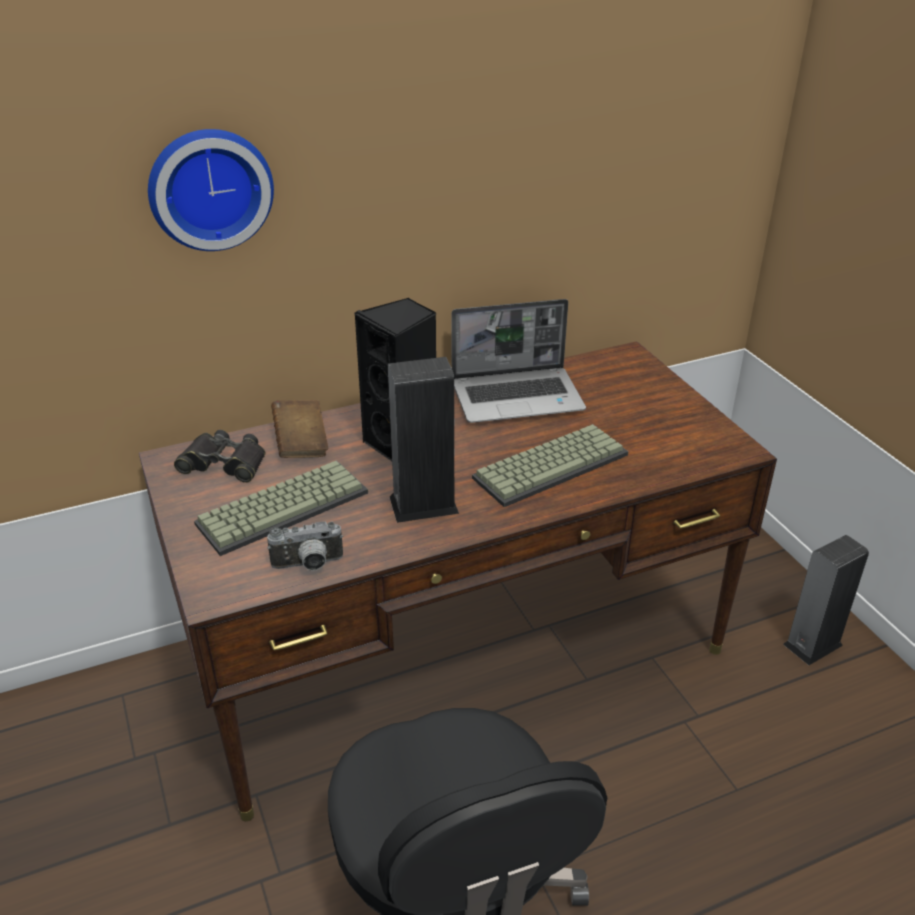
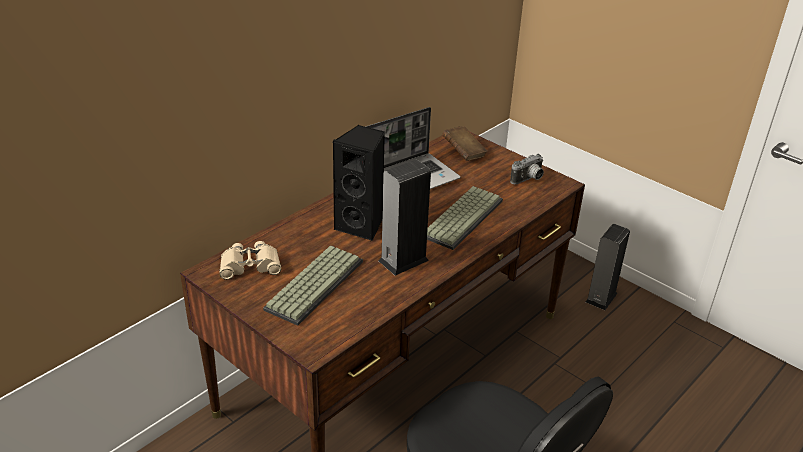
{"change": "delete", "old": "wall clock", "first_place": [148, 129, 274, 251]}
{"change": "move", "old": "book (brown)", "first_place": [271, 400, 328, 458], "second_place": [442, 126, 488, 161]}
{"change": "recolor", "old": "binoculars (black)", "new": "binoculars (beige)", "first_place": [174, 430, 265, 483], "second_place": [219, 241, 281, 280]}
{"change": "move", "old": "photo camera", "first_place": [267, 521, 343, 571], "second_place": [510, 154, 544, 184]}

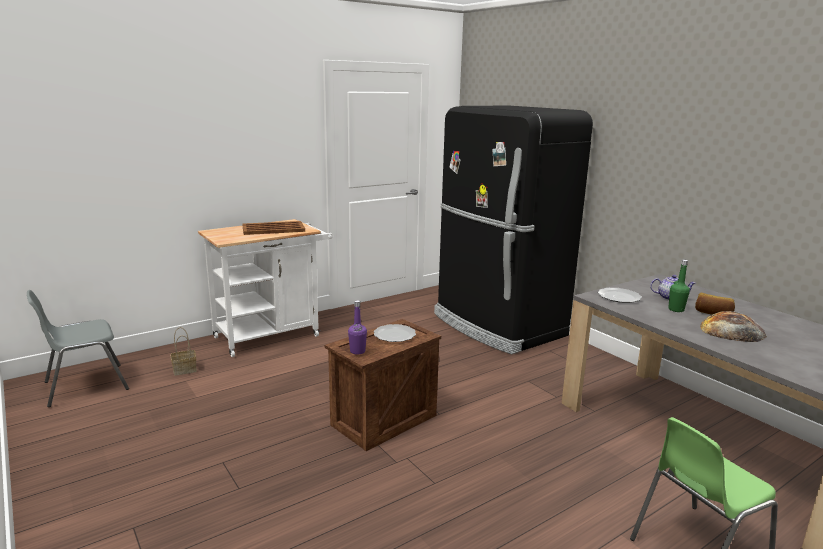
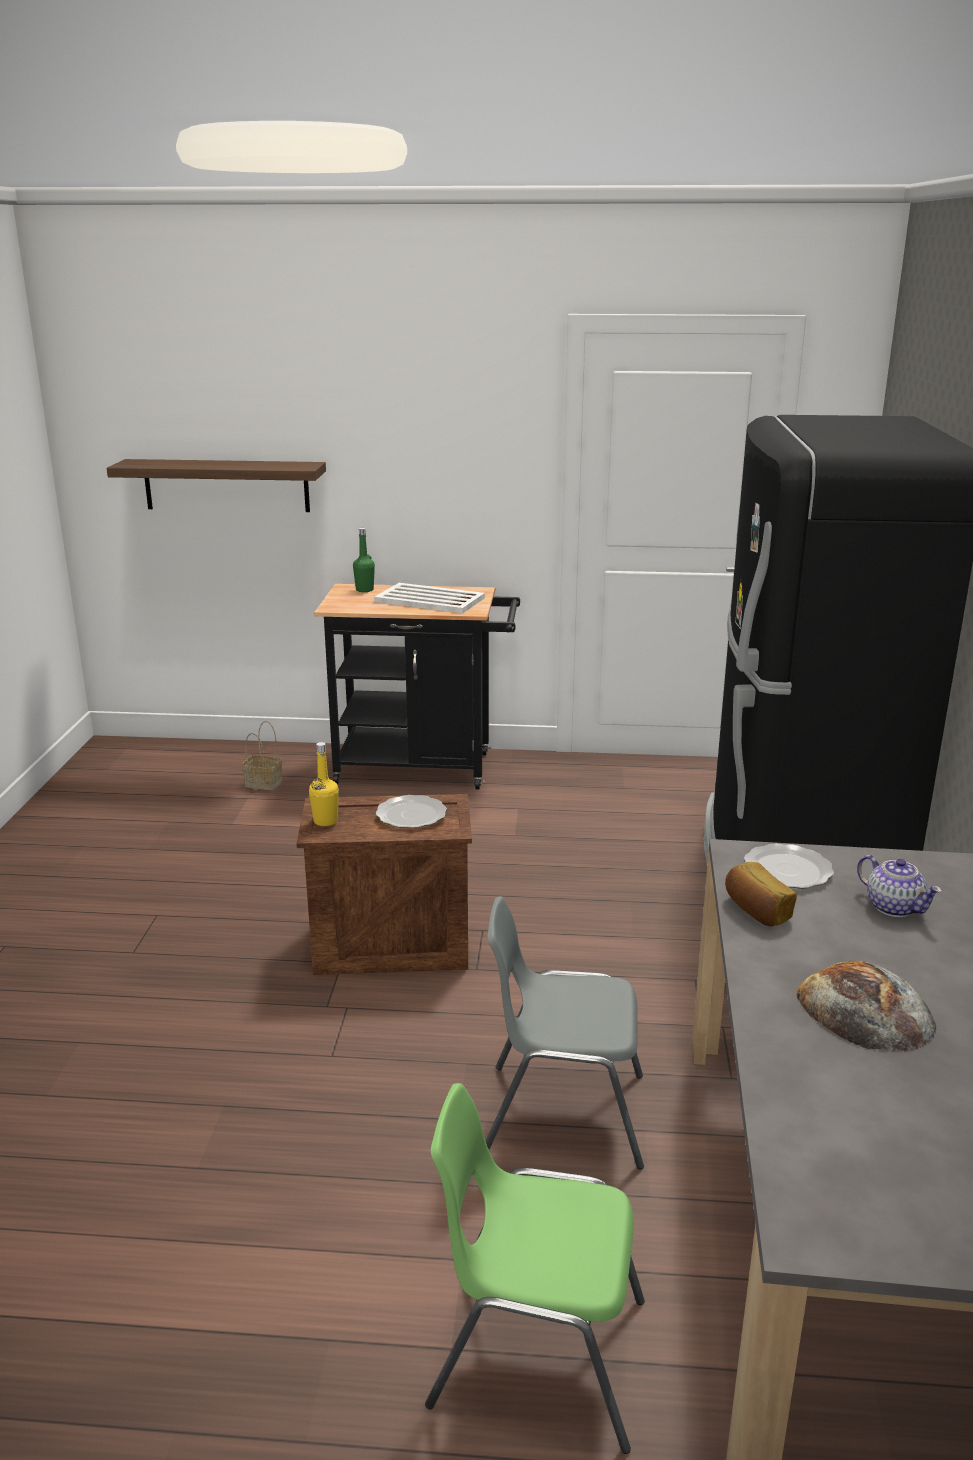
{"change": "recolor", "old": "cart (white)", "new": "cart (black)", "first_place": [198, 219, 333, 357], "second_place": [314, 584, 520, 789]}
{"change": "recolor", "old": "tray (brown)", "new": "tray (white)", "first_place": [242, 221, 305, 235], "second_place": [374, 583, 485, 613]}
{"change": "move", "old": "bottle (green)", "first_place": [668, 259, 690, 312], "second_place": [353, 528, 375, 592]}
{"change": "move", "old": "chair (grey)", "first_place": [27, 290, 129, 407], "second_place": [486, 896, 644, 1169]}
{"change": "move", "old": "bread", "first_place": [695, 293, 735, 315], "second_place": [725, 862, 797, 926]}
{"change": "recolor", "old": "bottle (purple)", "new": "bottle (yellow)", "first_place": [348, 300, 367, 355], "second_place": [309, 742, 339, 826]}
{"change": "insert", "new": "shelf", "second_place": [107, 459, 326, 512]}

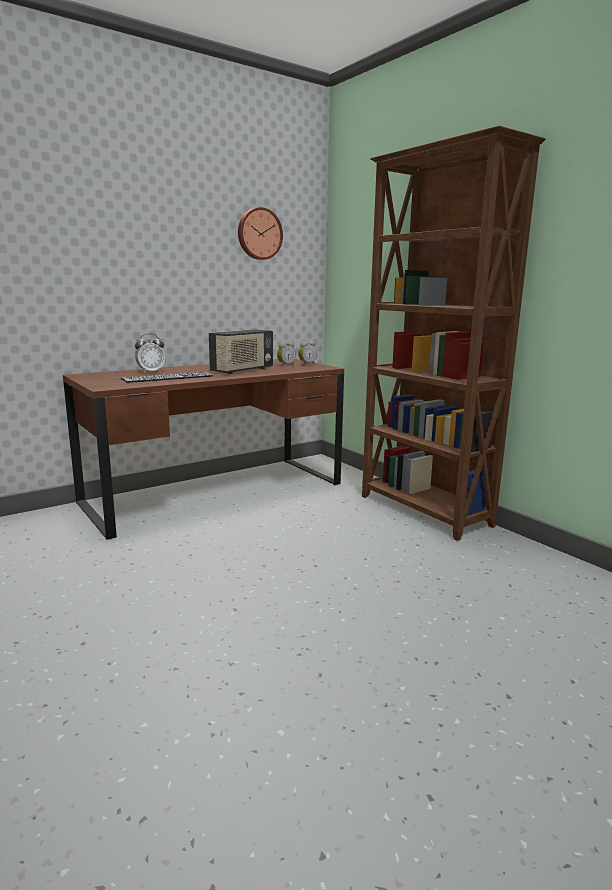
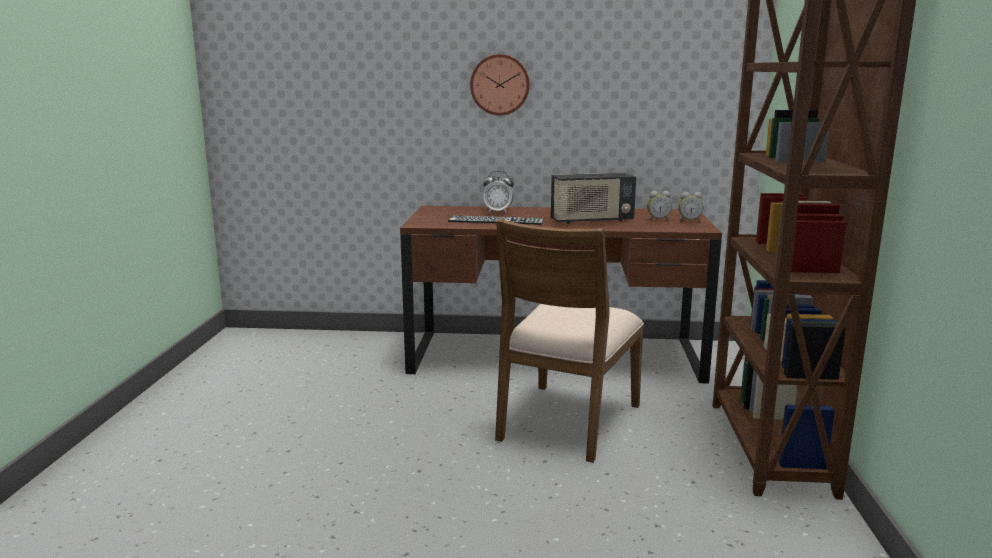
{"change": "move", "old": "wall clock", "first_place": [238, 207, 283, 260], "second_place": [470, 54, 530, 116]}
{"change": "insert", "new": "chair (brown)", "second_place": [495, 219, 644, 463]}

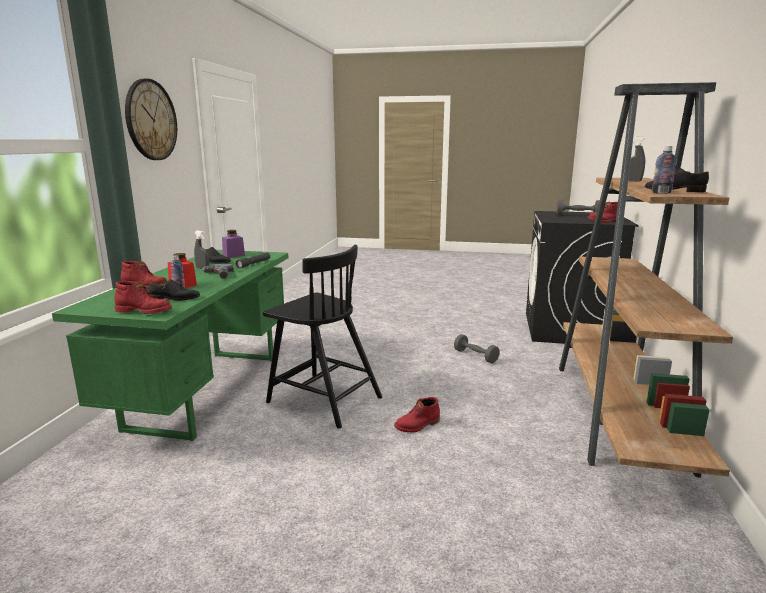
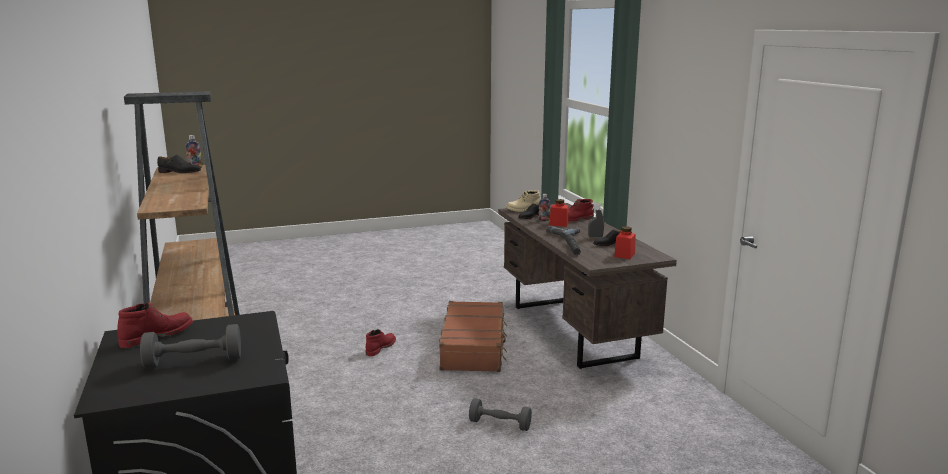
{"change": "delete", "old": "wall clock", "first_place": [125, 79, 177, 160]}
{"change": "delete", "old": "spray bottle (grey)", "first_place": [628, 136, 645, 182]}
{"change": "recolor", "old": "jar (purple)", "new": "jar (red)", "first_place": [222, 230, 245, 258], "second_place": [614, 226, 636, 259]}
{"change": "replace", "old": "chair (black)", "new": "suitcase (brown)", "first_place": [263, 245, 382, 429], "second_place": [439, 301, 507, 372]}
{"change": "recolor", "old": "desk (green)", "new": "desk (brown)", "first_place": [52, 250, 288, 441], "second_place": [498, 203, 677, 369]}
{"change": "recolor", "old": "boot (red)", "new": "boot (beige)", "first_place": [114, 281, 172, 314], "second_place": [506, 190, 541, 212]}
{"change": "move", "old": "dumbbell (grey)", "first_place": [454, 334, 500, 363], "second_place": [469, 398, 532, 431]}

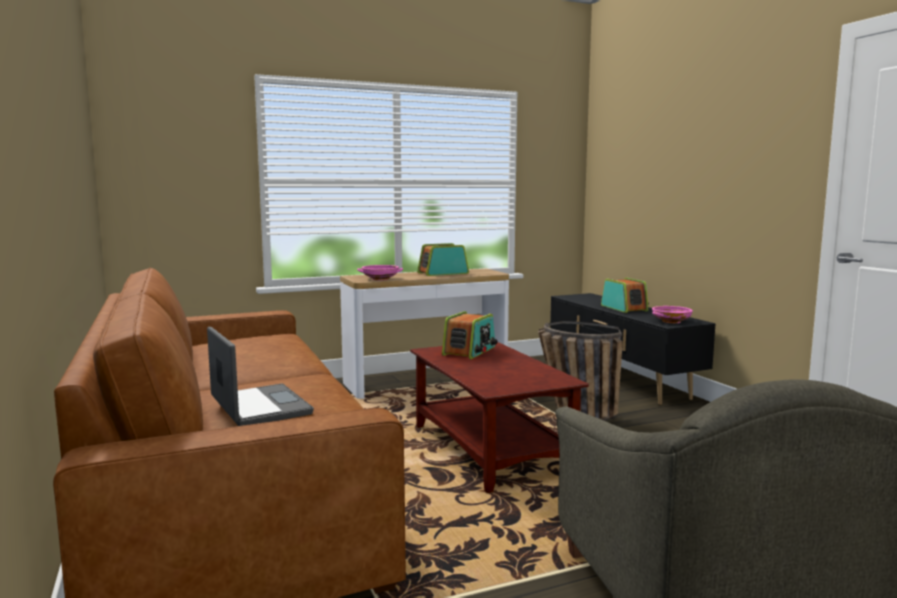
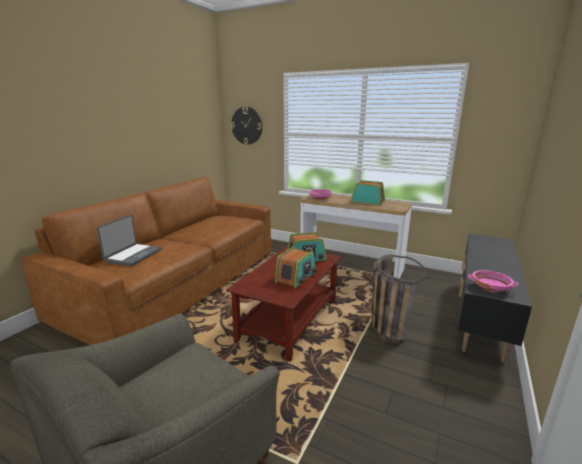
{"change": "move", "old": "radio", "first_place": [601, 278, 649, 313], "second_place": [275, 247, 317, 289]}
{"change": "insert", "new": "wall clock", "second_place": [231, 107, 262, 145]}

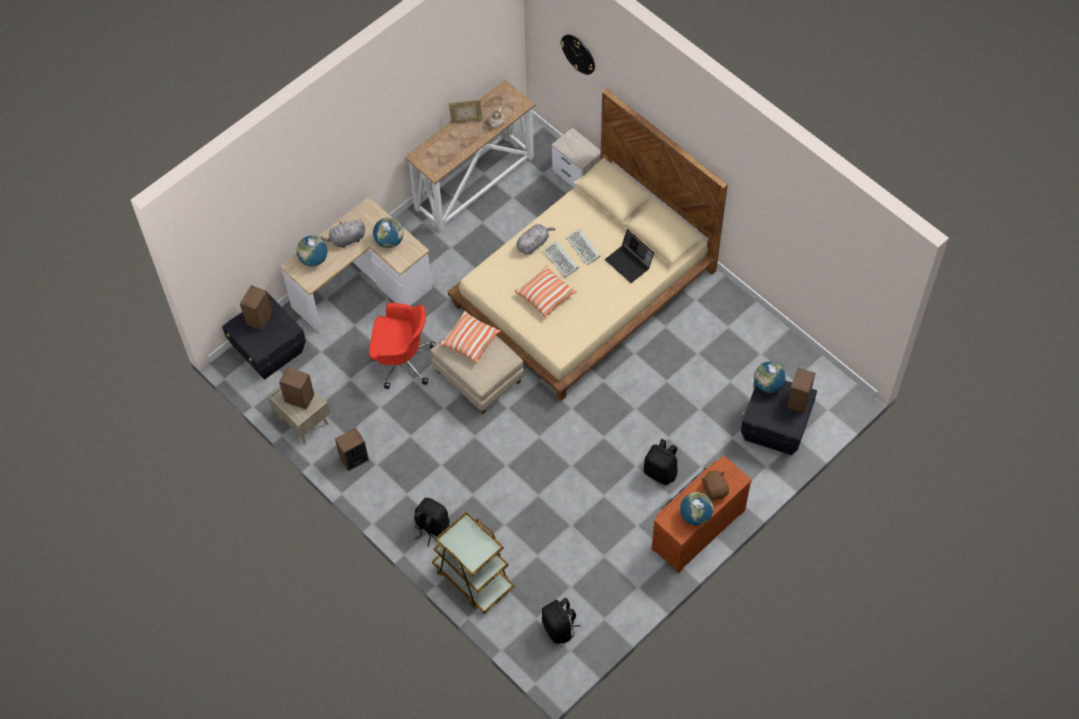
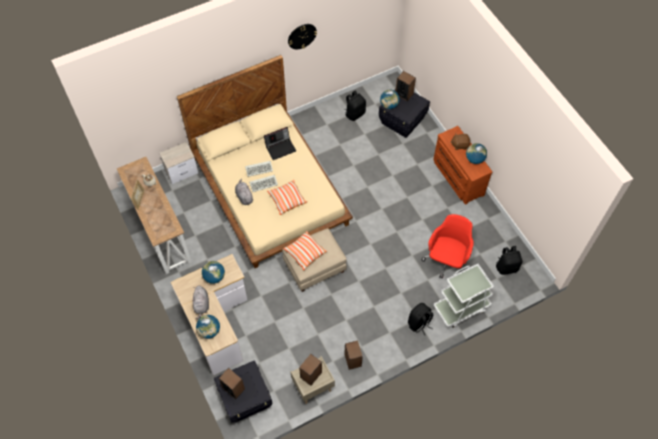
{"change": "move", "old": "wall clock", "first_place": [560, 34, 595, 75], "second_place": [288, 24, 317, 49]}
{"change": "move", "old": "office chair (red)", "first_place": [369, 303, 436, 389], "second_place": [421, 214, 474, 278]}
{"change": "move", "old": "backpack (black)", "first_place": [643, 439, 678, 485], "second_place": [344, 91, 366, 121]}
{"change": "recolor", "old": "cart (brown)", "new": "cart (white)", "first_place": [432, 512, 514, 614], "second_place": [434, 264, 494, 328]}

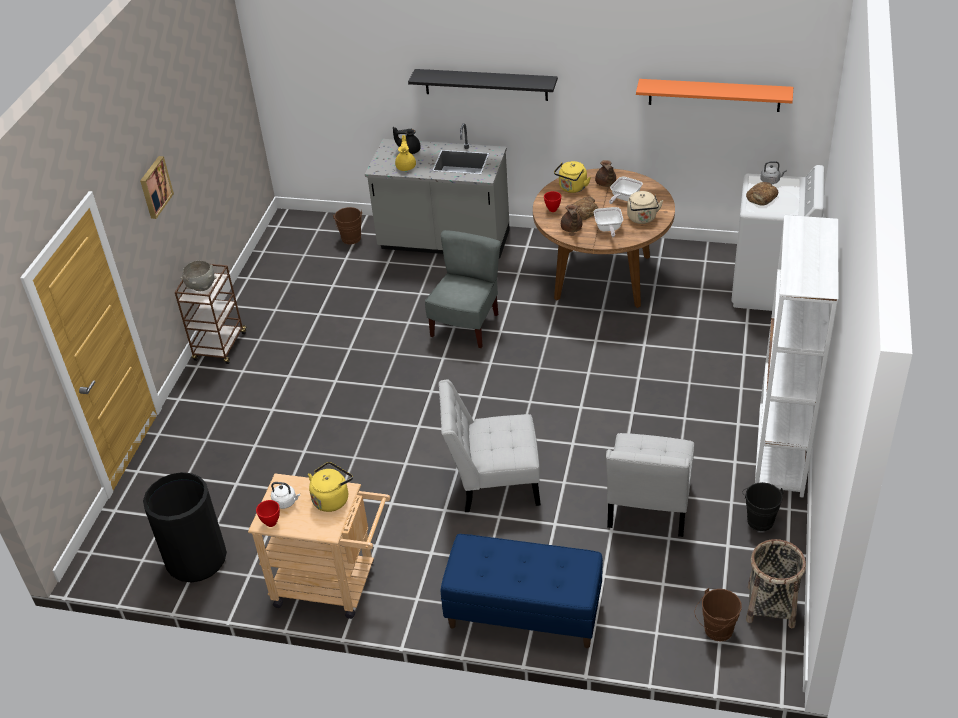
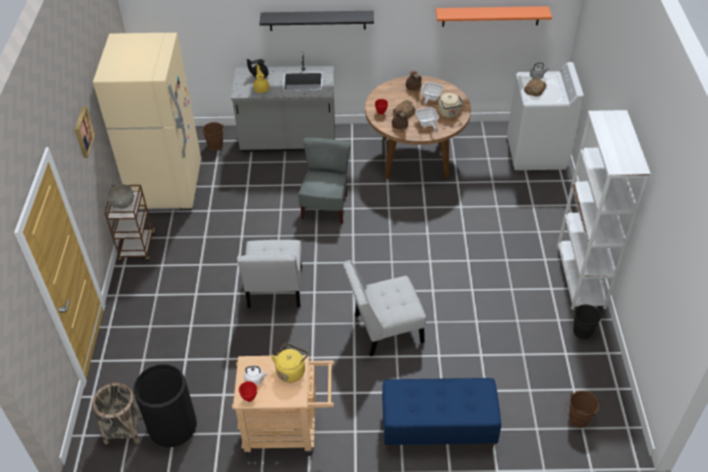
{"change": "delete", "old": "kettle (yellow)", "first_place": [554, 161, 591, 193]}
{"change": "move", "old": "chair (white)", "first_place": [606, 433, 694, 537], "second_place": [237, 240, 302, 308]}
{"change": "move", "old": "basket", "first_place": [746, 539, 806, 628], "second_place": [92, 382, 142, 444]}
{"change": "insert", "new": "fridge (beige)", "second_place": [93, 33, 201, 210]}

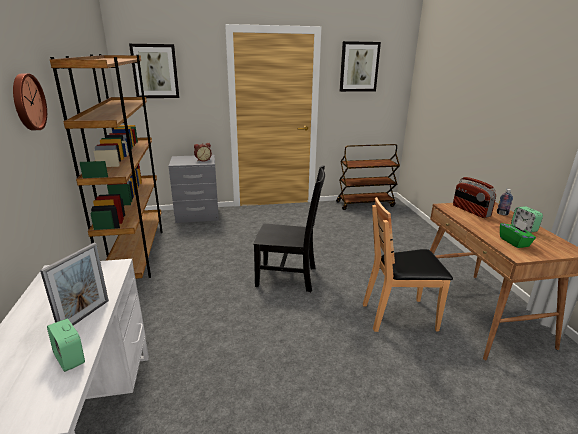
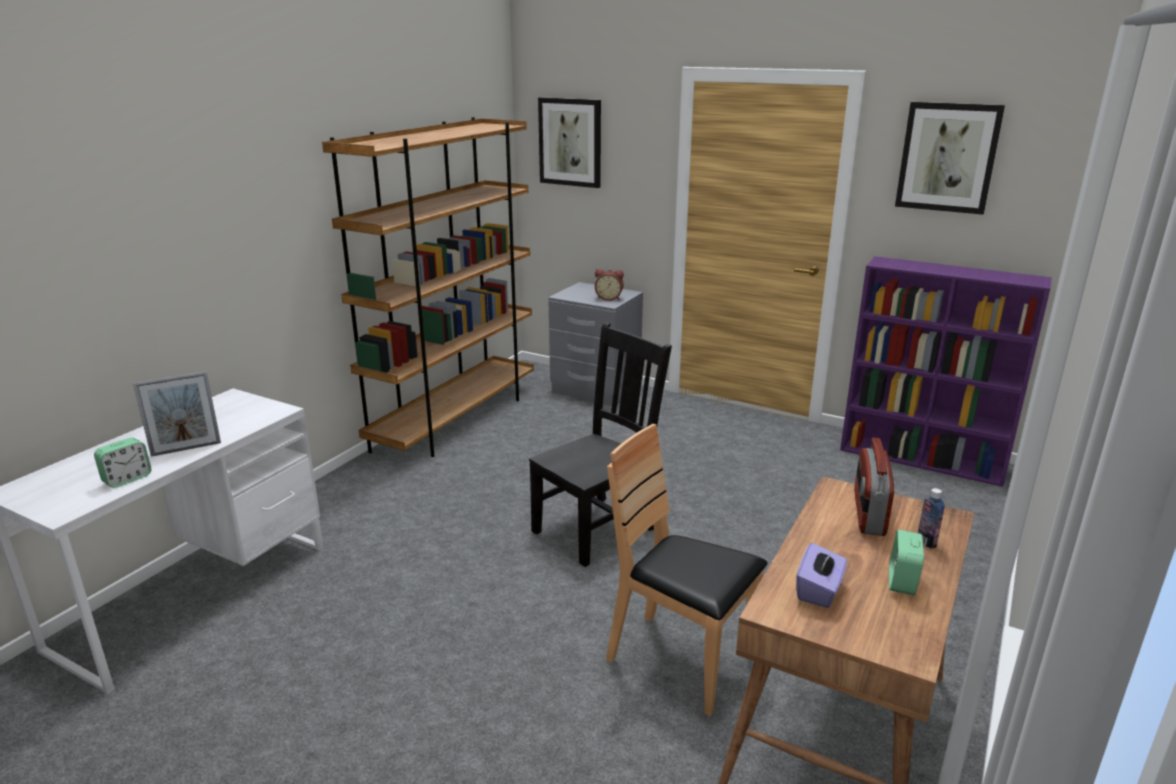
{"change": "delete", "old": "wall clock", "first_place": [13, 73, 47, 130]}
{"change": "replace", "old": "cart (brown)", "new": "bookcase (purple)", "first_place": [336, 144, 400, 210], "second_place": [840, 256, 1052, 487]}
{"change": "rotate", "old": "chair (black)", "first_place": [253, 165, 325, 292], "second_place": [529, 322, 672, 567], "degrees": -90}
{"change": "recolor", "old": "tissue box (green)", "new": "tissue box (purple)", "first_place": [500, 219, 536, 248], "second_place": [796, 543, 847, 608]}
{"change": "rotate", "old": "alarm clock", "first_place": [47, 319, 85, 372], "second_place": [94, 437, 151, 488], "degrees": -135}

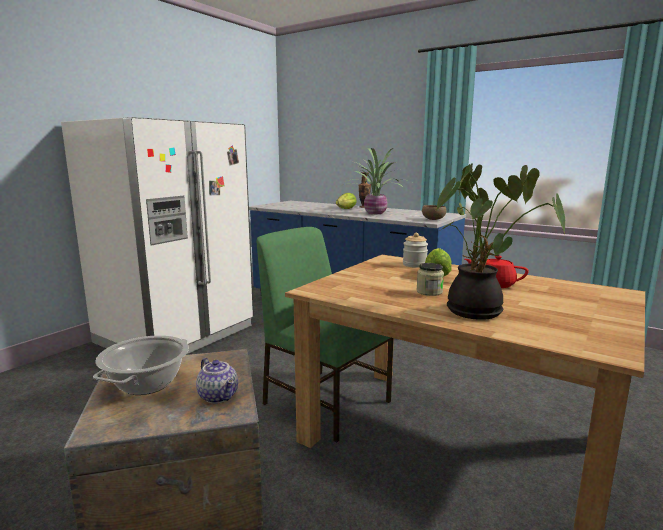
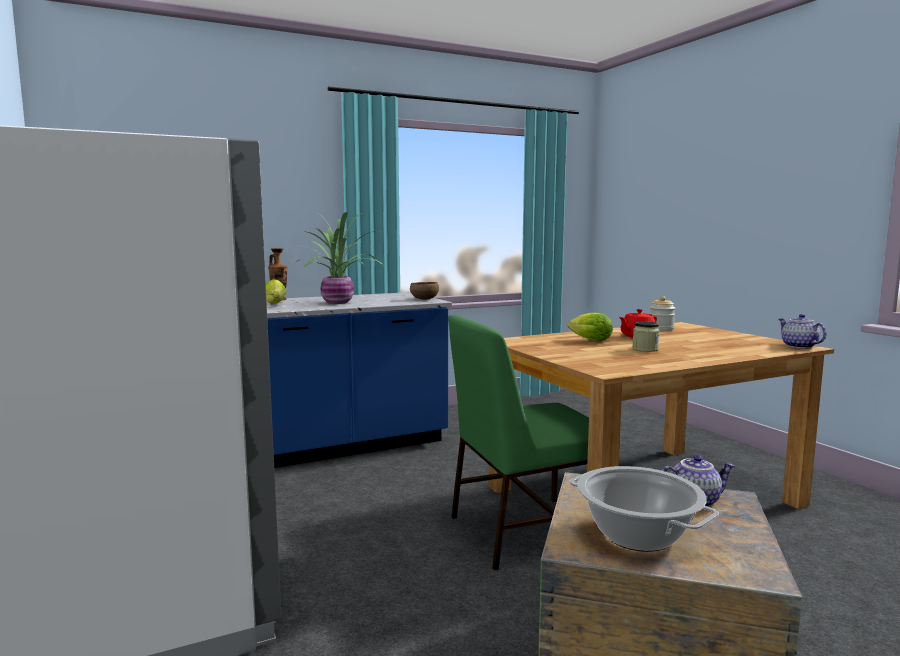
{"change": "delete", "old": "potted plant", "first_place": [435, 164, 565, 320]}
{"change": "move", "old": "jar", "first_place": [403, 233, 428, 268], "second_place": [649, 296, 675, 331]}
{"change": "insert", "new": "teapot", "second_place": [779, 314, 827, 349]}

